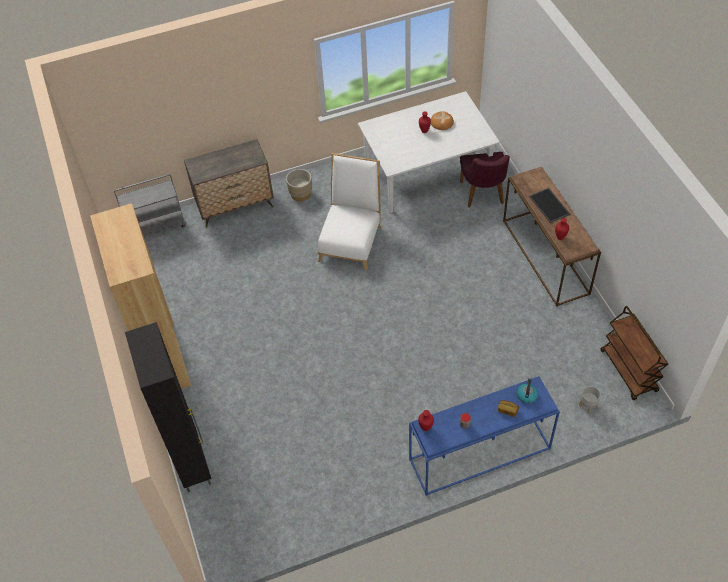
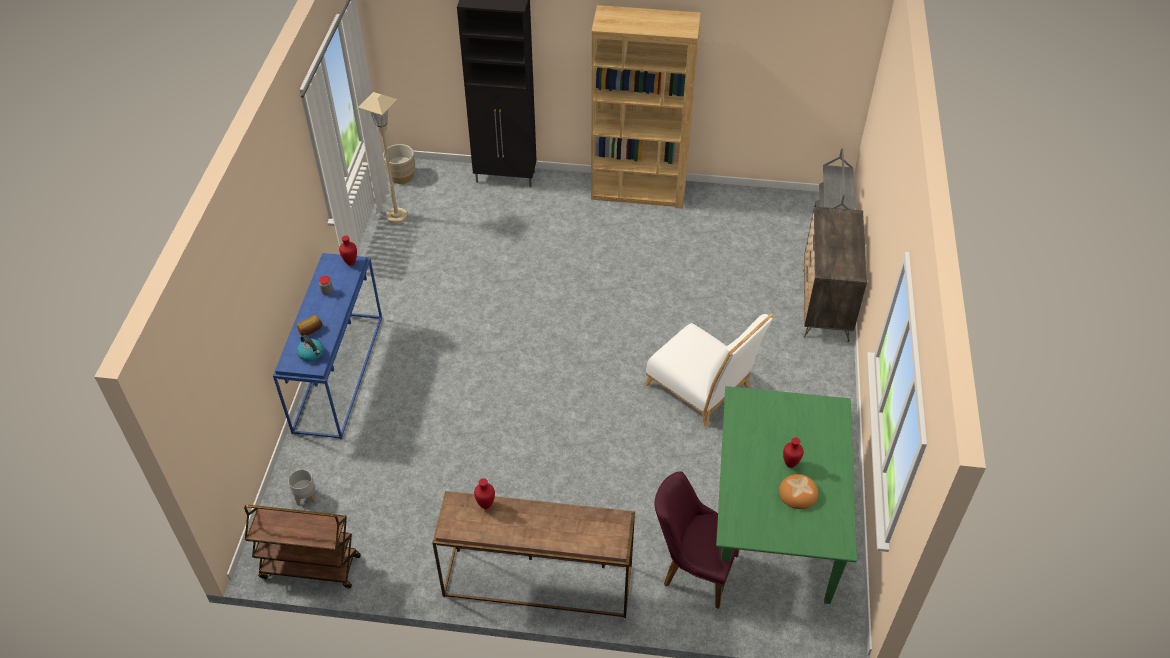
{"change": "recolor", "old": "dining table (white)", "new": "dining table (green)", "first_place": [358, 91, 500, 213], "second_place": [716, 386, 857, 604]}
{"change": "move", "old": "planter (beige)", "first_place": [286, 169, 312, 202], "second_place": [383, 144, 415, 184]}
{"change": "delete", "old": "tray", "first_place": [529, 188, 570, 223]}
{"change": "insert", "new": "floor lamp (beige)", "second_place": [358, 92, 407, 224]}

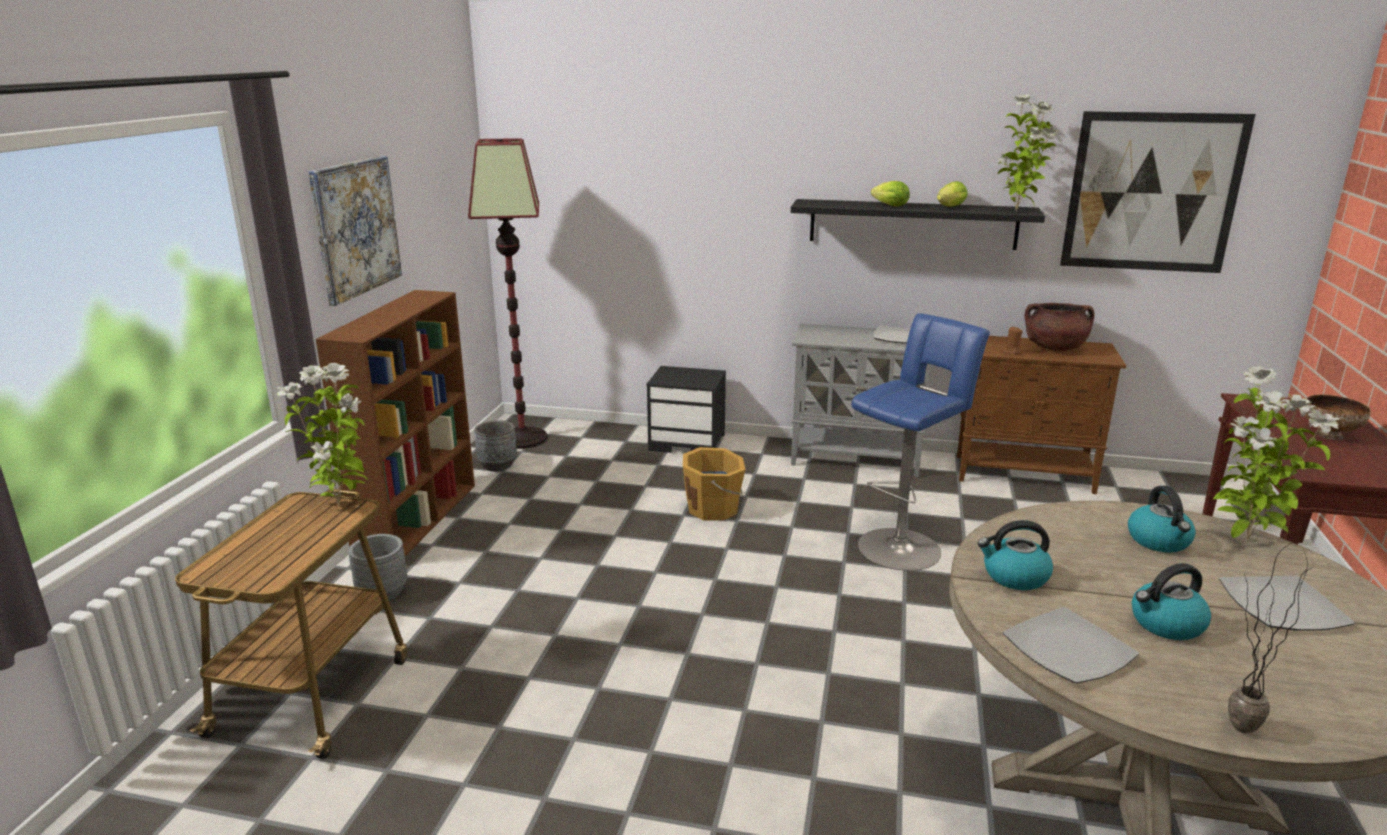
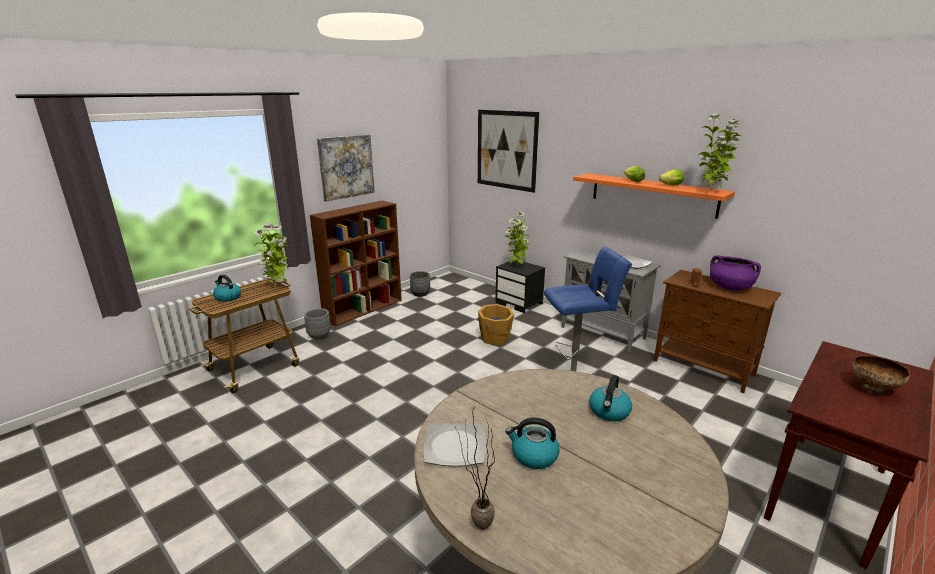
{"change": "move", "old": "picture", "first_place": [1060, 111, 1256, 273], "second_place": [478, 110, 539, 193]}
{"change": "delete", "old": "floor lamp", "first_place": [468, 138, 548, 449]}
{"change": "recolor", "old": "shelf (black)", "new": "shelf (orange)", "first_place": [791, 199, 1045, 250], "second_place": [573, 173, 735, 219]}
{"change": "recolor", "old": "cooking pot (brown)", "new": "cooking pot (purple)", "first_place": [1024, 303, 1094, 351], "second_place": [710, 255, 761, 291]}
{"change": "move", "old": "potted plant", "first_place": [1213, 366, 1339, 540], "second_place": [505, 212, 530, 266]}
{"change": "move", "old": "kettle", "first_place": [977, 520, 1053, 590], "second_place": [213, 275, 241, 302]}
{"change": "delete", "old": "plate", "first_place": [1219, 576, 1355, 631]}

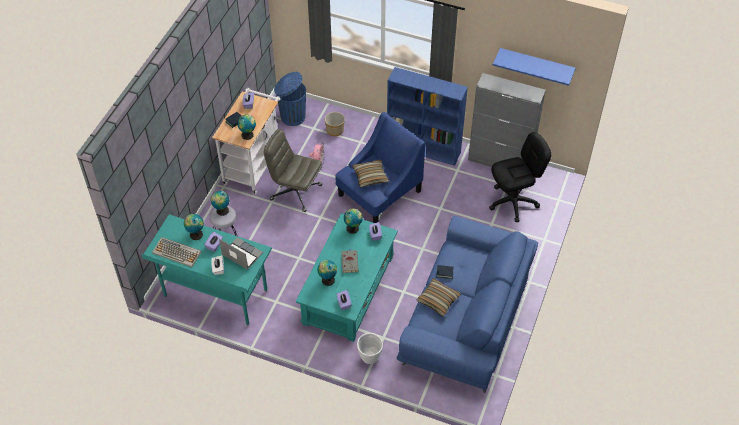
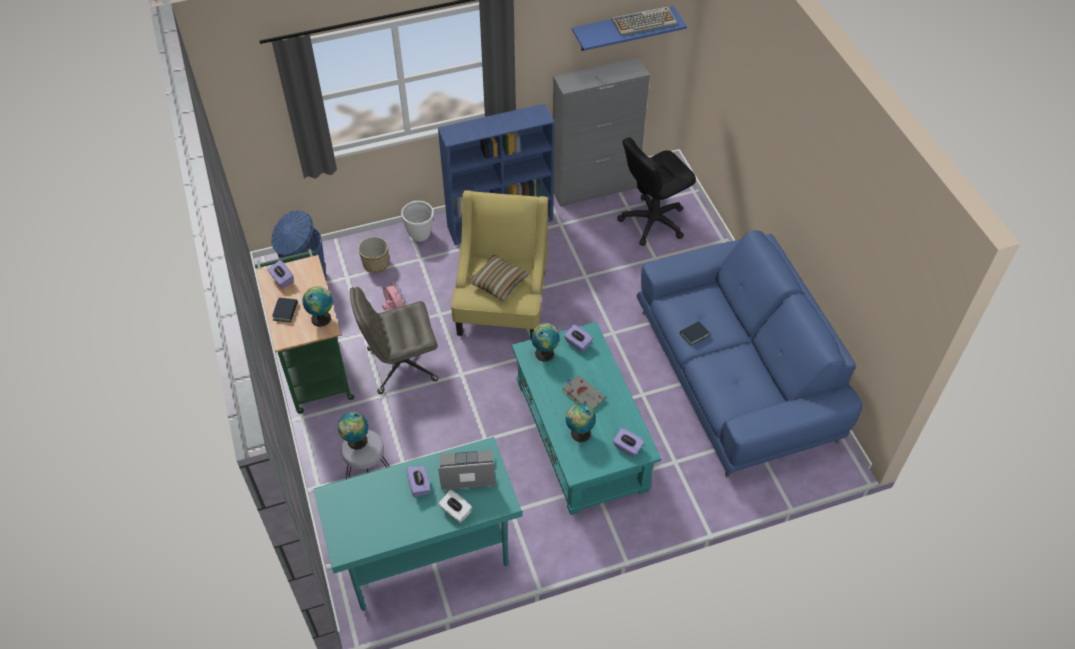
{"change": "recolor", "old": "cart (white)", "new": "cart (green)", "first_place": [212, 88, 280, 194], "second_place": [255, 249, 355, 414]}
{"change": "recolor", "old": "armchair (blue)", "new": "armchair (yellow)", "first_place": [336, 112, 425, 223], "second_place": [451, 190, 548, 340]}
{"change": "rotate", "old": "office chair (black)", "first_place": [489, 132, 551, 222], "second_place": [618, 137, 696, 246], "degrees": -150}
{"change": "delete", "old": "globe", "first_place": [184, 214, 204, 240]}
{"change": "move", "old": "keyboard", "first_place": [152, 237, 201, 267], "second_place": [612, 6, 677, 36]}
{"change": "delete", "old": "pillow", "first_place": [417, 278, 461, 316]}
{"change": "move", "old": "planter (white)", "first_place": [357, 333, 383, 364], "second_place": [401, 201, 434, 242]}

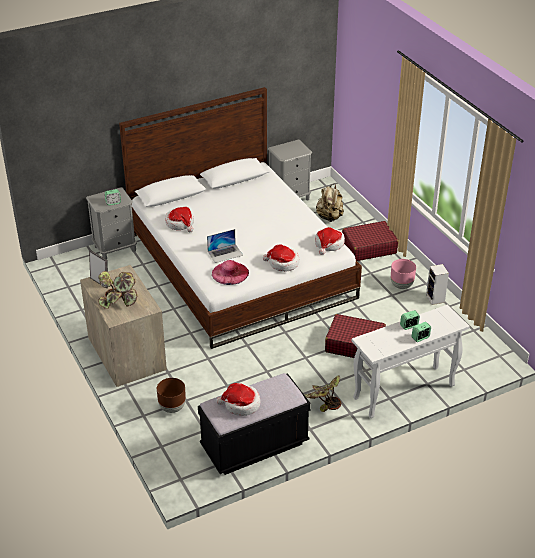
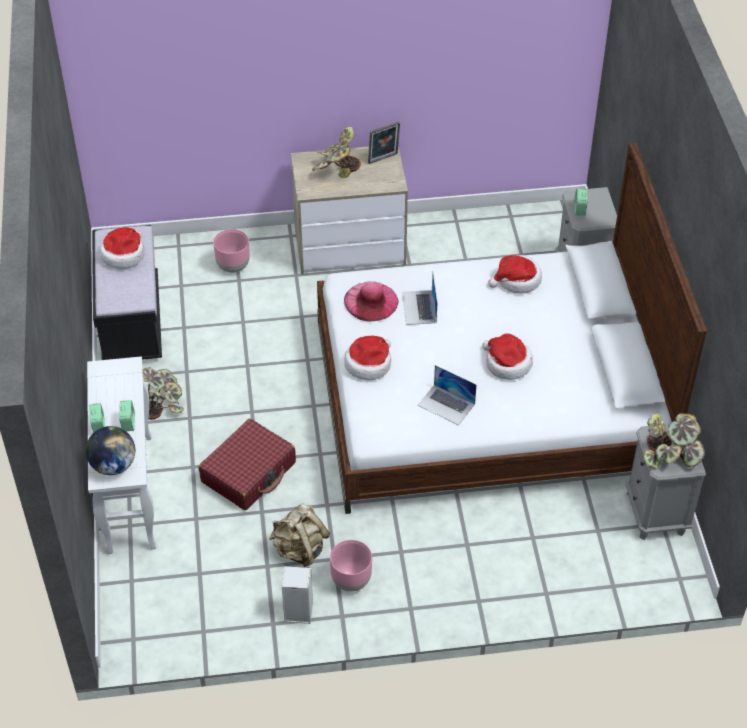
{"change": "move", "old": "backpack (beige)", "first_place": [316, 184, 344, 222], "second_place": [269, 504, 330, 567]}
{"change": "delete", "old": "suitcase (red)", "first_place": [342, 221, 399, 261]}
{"change": "move", "old": "hat", "first_place": [315, 227, 345, 255], "second_place": [482, 333, 533, 380]}
{"change": "recolor", "old": "planter (brown)", "new": "planter (pink)", "first_place": [157, 378, 186, 413], "second_place": [213, 229, 250, 273]}
{"change": "insert", "new": "laptop", "second_place": [418, 365, 477, 425]}
{"change": "insert", "new": "potted plant", "second_place": [643, 413, 705, 469]}
{"change": "insert", "new": "globe", "second_place": [86, 426, 135, 475]}

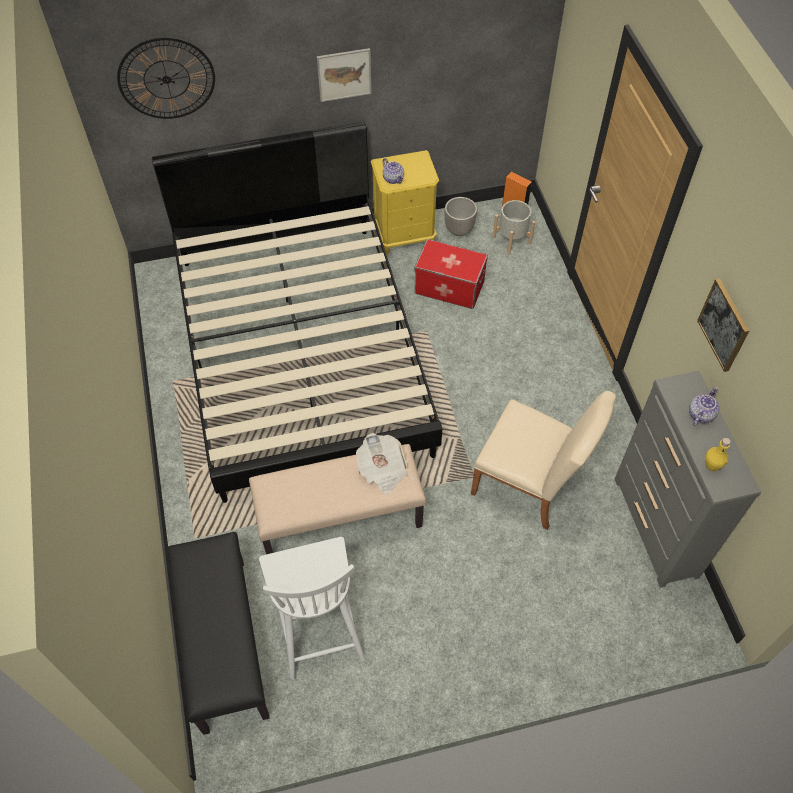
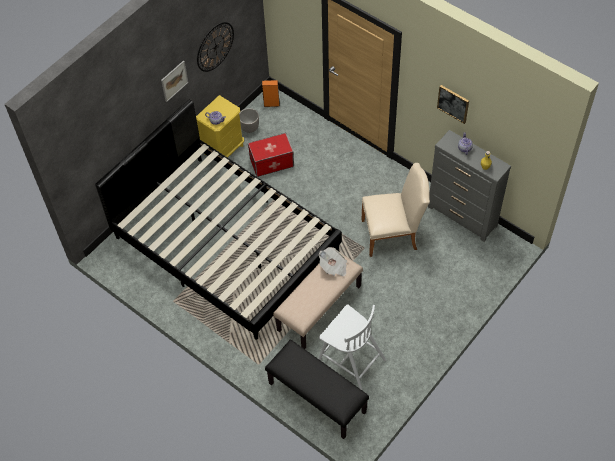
{"change": "move", "old": "wall clock", "first_place": [117, 37, 215, 119], "second_place": [197, 22, 234, 72]}
{"change": "delete", "old": "planter (grey)", "first_place": [493, 200, 535, 255]}

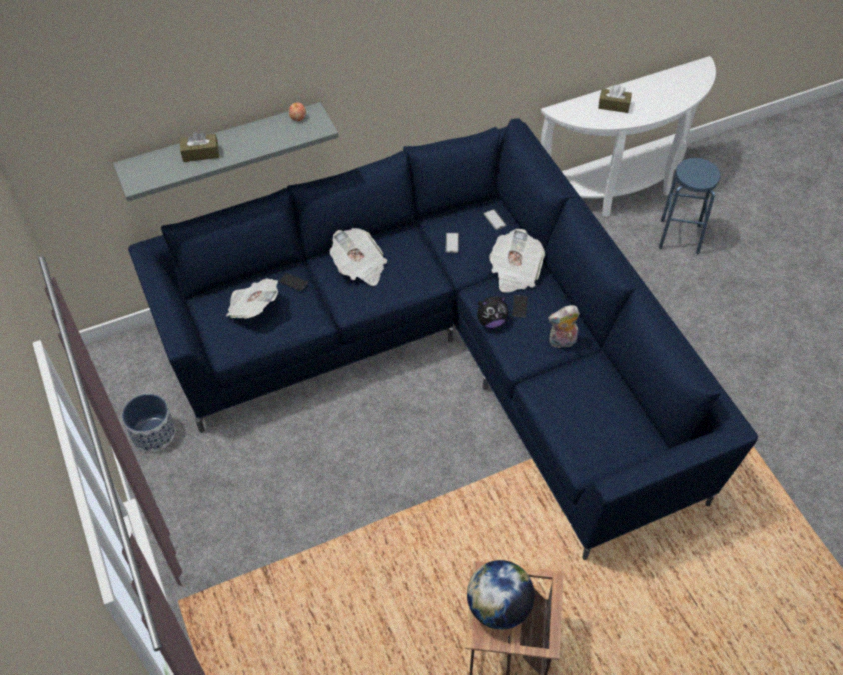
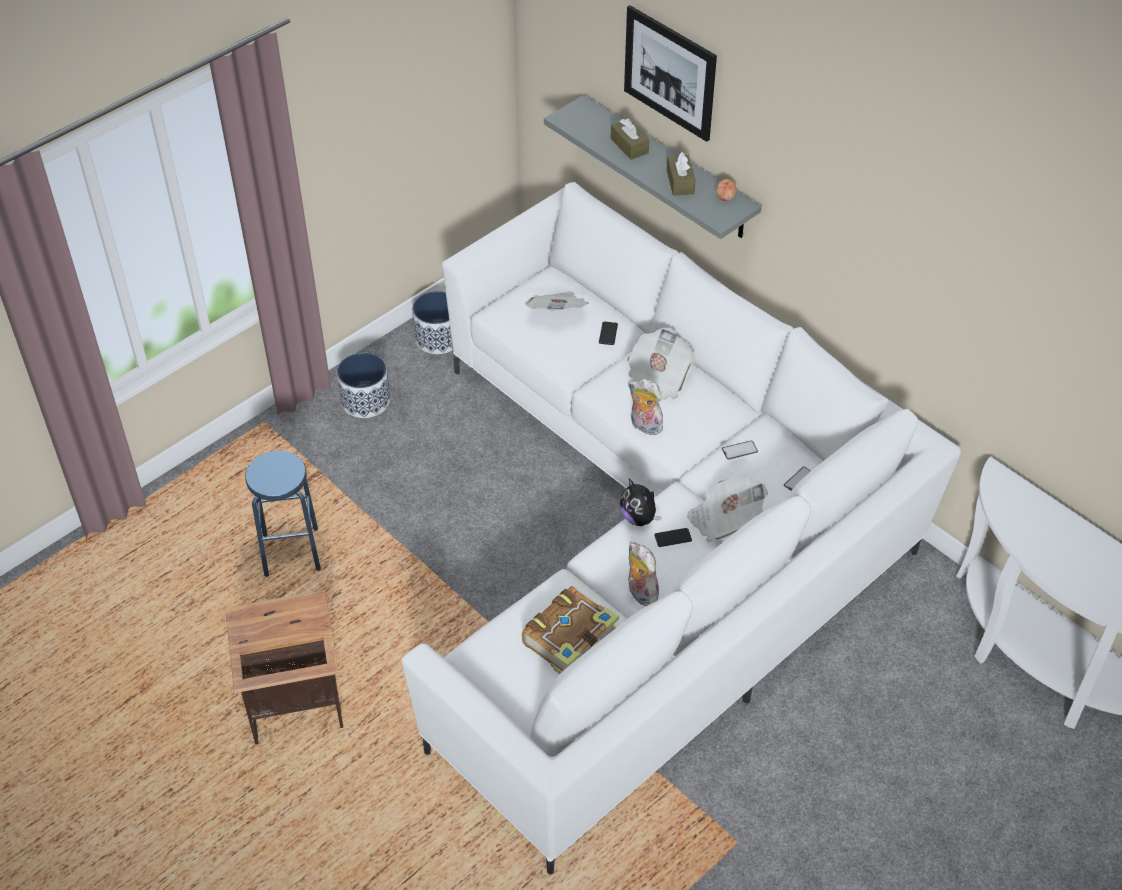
{"change": "move", "old": "tissue box (brown)", "first_place": [598, 85, 632, 113], "second_place": [667, 152, 695, 196]}
{"change": "recolor", "old": "sofa (blue)", "new": "sofa (white)", "first_place": [128, 119, 758, 560], "second_place": [402, 182, 961, 875]}
{"change": "move", "old": "stool (blue)", "first_place": [659, 158, 721, 254], "second_place": [245, 451, 321, 577]}
{"change": "delete", "old": "globe", "first_place": [467, 560, 535, 630]}
{"change": "insert", "new": "picture", "second_place": [624, 5, 717, 142]}
{"change": "insert", "new": "planter", "second_place": [337, 353, 390, 418]}
{"change": "insert", "new": "plush toy", "second_place": [628, 379, 663, 435]}
{"change": "insert", "new": "book", "second_place": [522, 586, 619, 674]}

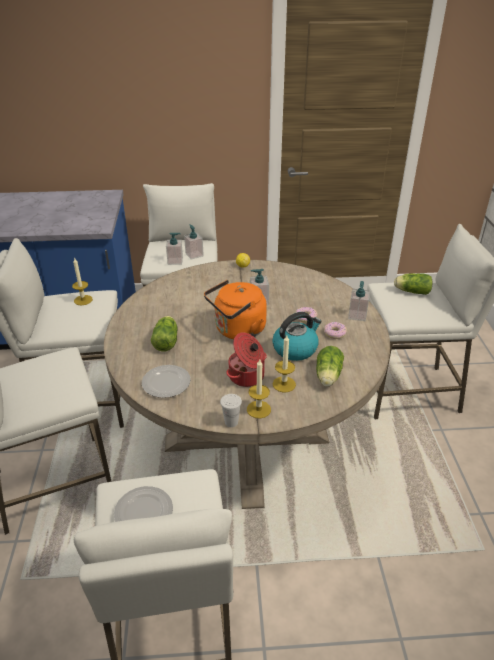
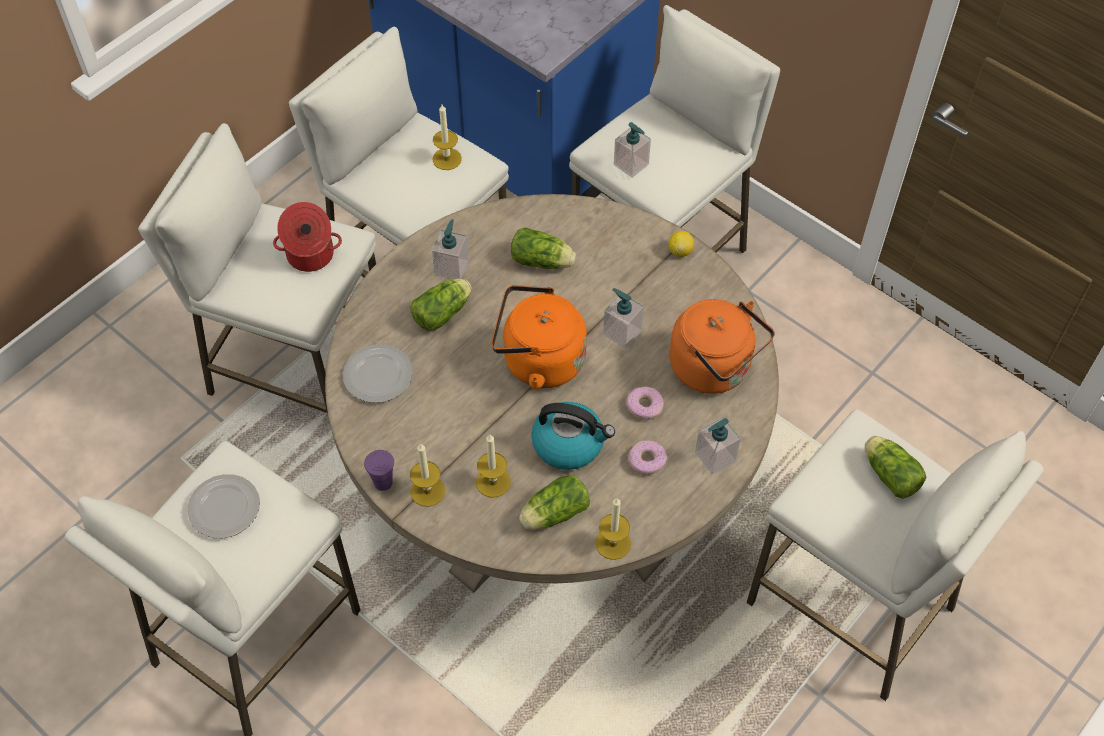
{"change": "move", "old": "soap dispenser", "first_place": [184, 224, 204, 260], "second_place": [432, 219, 469, 280]}
{"change": "move", "old": "cooking pot", "first_place": [226, 332, 267, 387], "second_place": [273, 202, 342, 272]}
{"change": "recolor", "old": "cup (white)", "new": "cup (purple)", "first_place": [220, 394, 242, 427], "second_place": [364, 450, 394, 491]}
{"change": "insert", "new": "lettuce", "second_place": [511, 227, 576, 269]}
{"change": "insert", "new": "kettle (orange)", "second_place": [669, 299, 775, 394]}
{"change": "insert", "new": "candle", "second_place": [595, 498, 631, 560]}

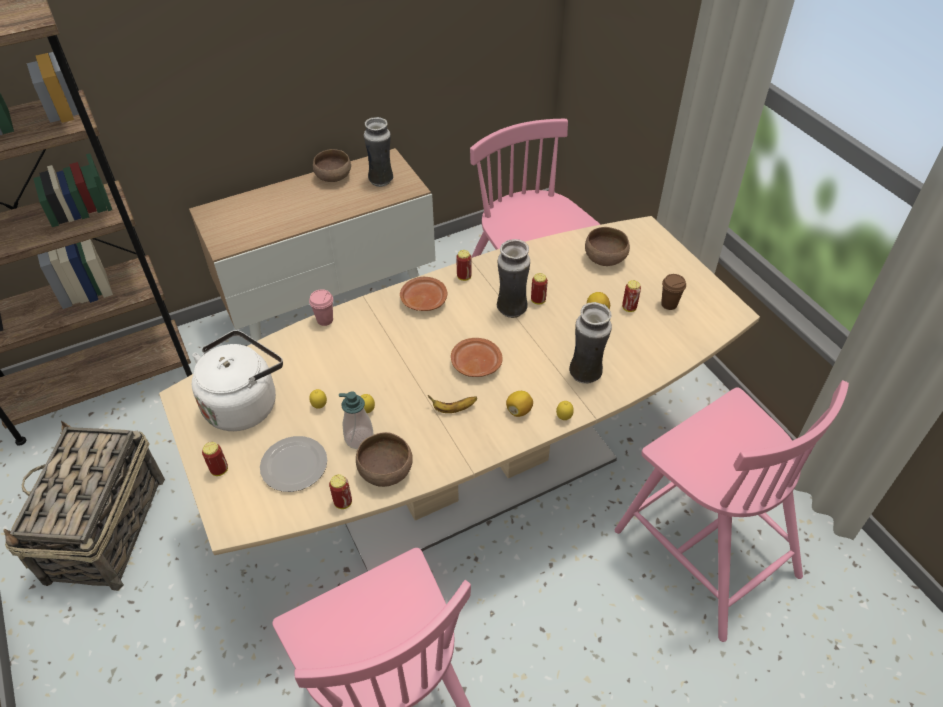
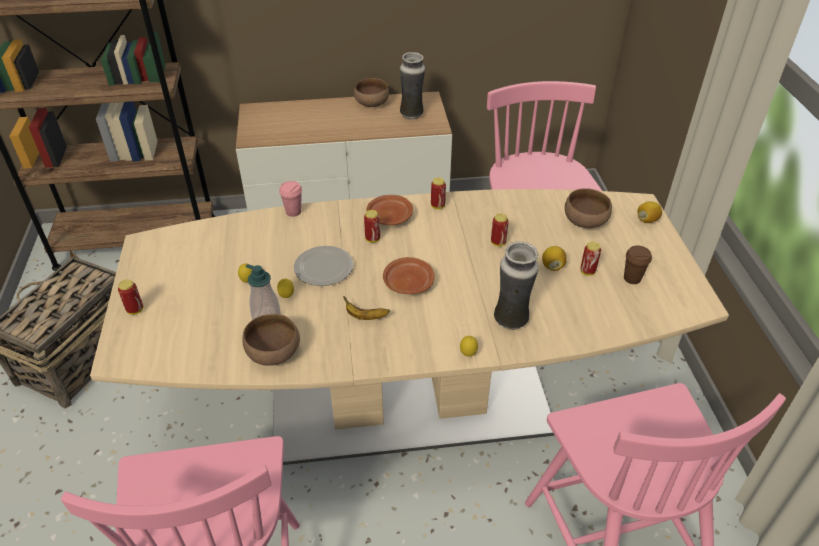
{"change": "delete", "old": "vase", "first_place": [497, 239, 530, 318]}
{"change": "delete", "old": "kettle (white)", "first_place": [192, 330, 283, 431]}
{"change": "move", "old": "lemon", "first_place": [506, 391, 533, 417], "second_place": [638, 201, 662, 223]}
{"change": "move", "old": "plate", "first_place": [260, 436, 327, 492], "second_place": [294, 246, 353, 286]}
{"change": "move", "old": "can", "first_place": [329, 474, 352, 509], "second_place": [364, 210, 380, 243]}

